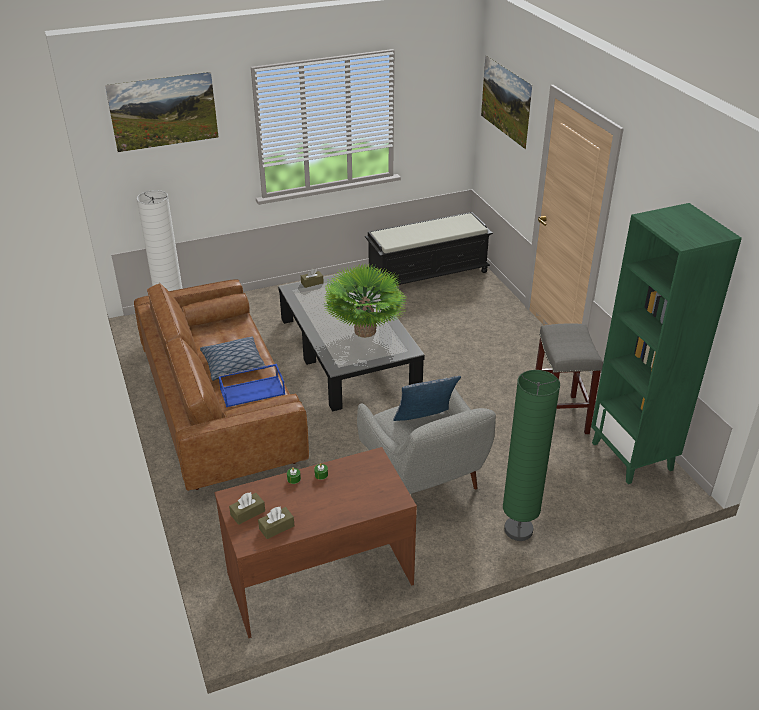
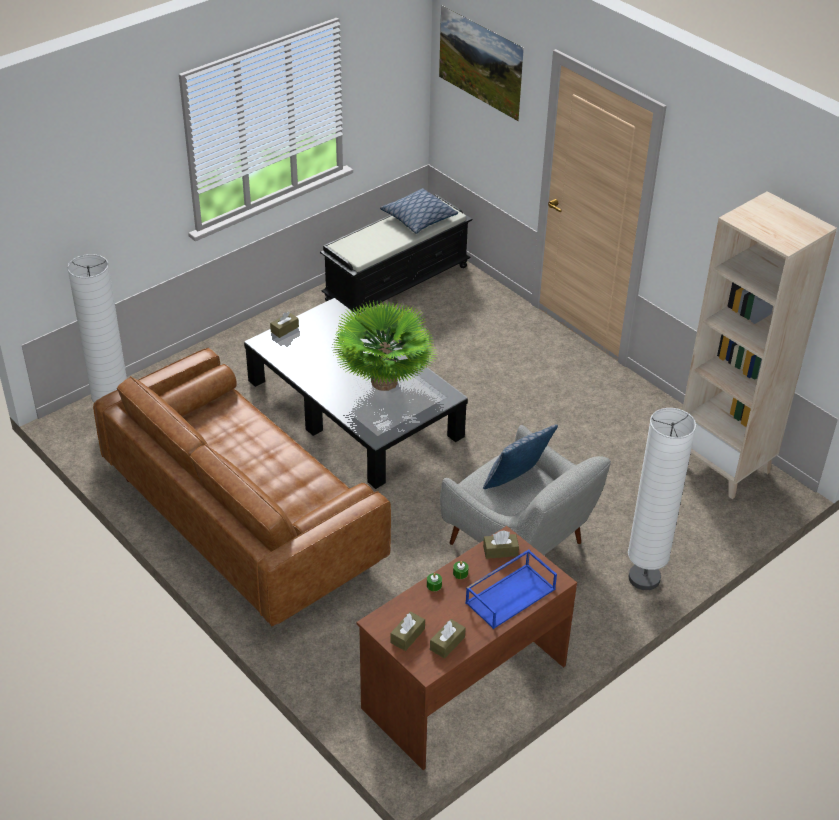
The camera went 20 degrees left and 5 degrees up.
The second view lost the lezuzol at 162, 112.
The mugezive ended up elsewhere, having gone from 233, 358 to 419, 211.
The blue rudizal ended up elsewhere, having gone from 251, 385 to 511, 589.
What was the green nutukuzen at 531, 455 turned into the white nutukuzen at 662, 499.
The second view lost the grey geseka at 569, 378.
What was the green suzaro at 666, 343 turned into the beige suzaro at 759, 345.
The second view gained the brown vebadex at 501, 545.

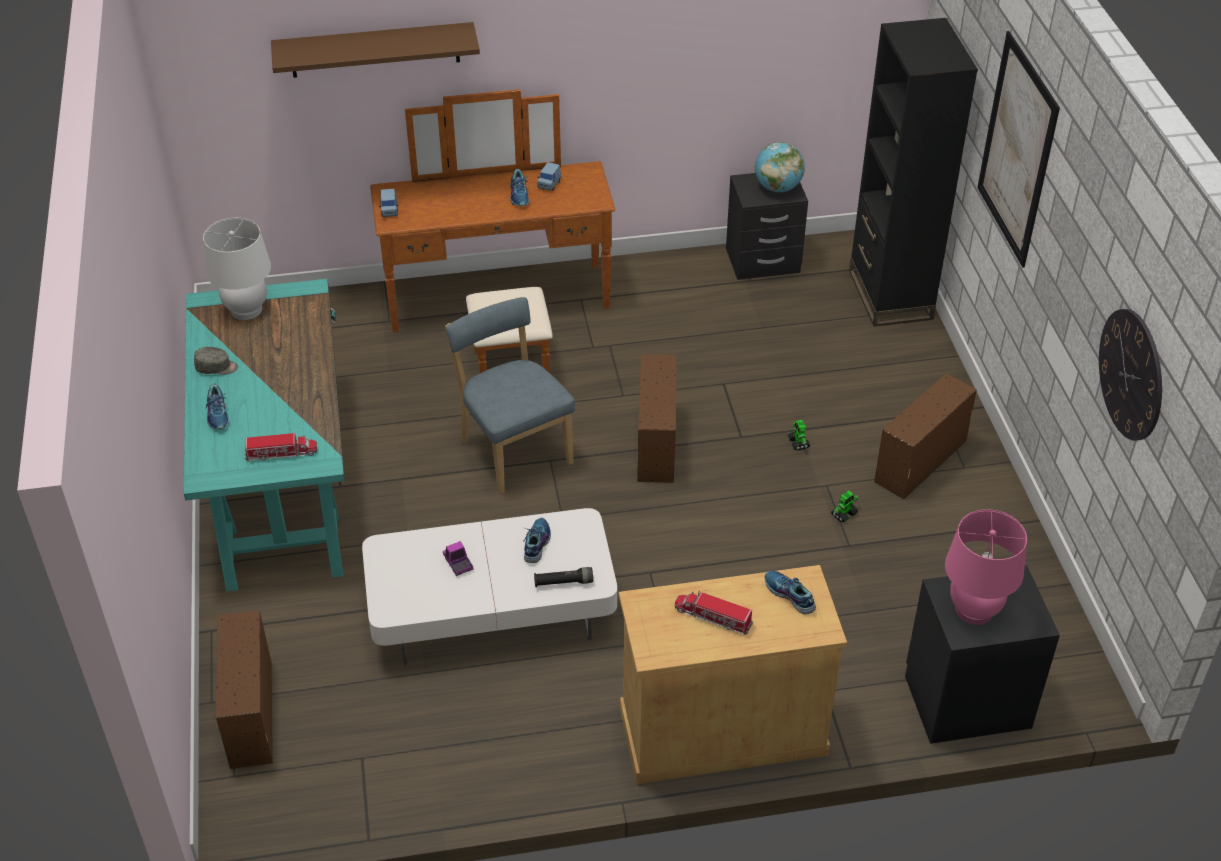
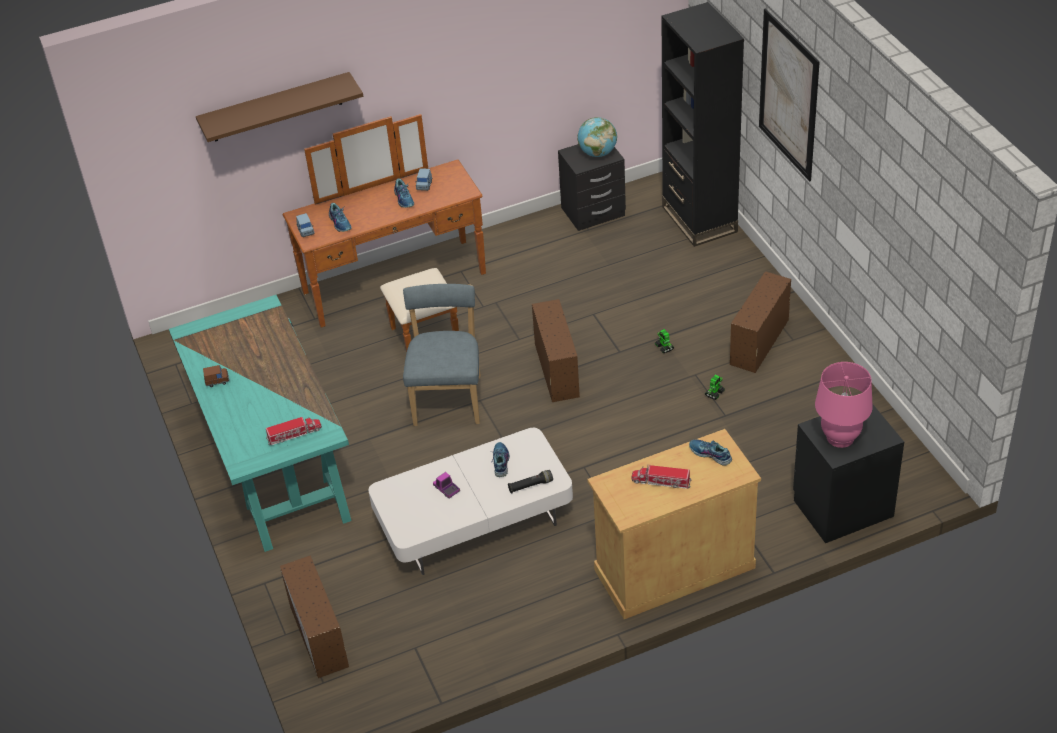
The camera went 10 degrees left and 0 degrees up.
Where the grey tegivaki stood at 216, 361, the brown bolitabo came to stand at 216, 376.
The second view lost the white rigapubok at 237, 269.
The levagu ended up elsewhere, having gone from 217, 406 to 340, 217.
The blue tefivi at 510, 395 ended up facing another way, 45 degrees clockwise from before.
The second view lost the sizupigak at 1130, 375.

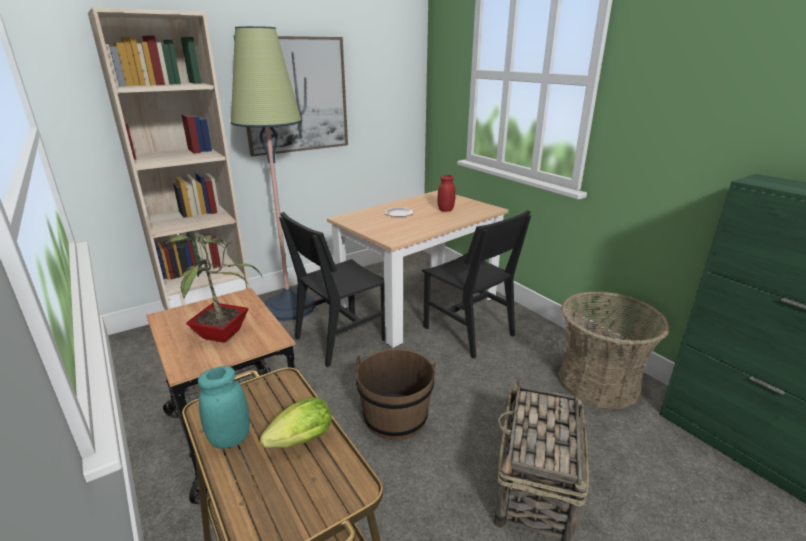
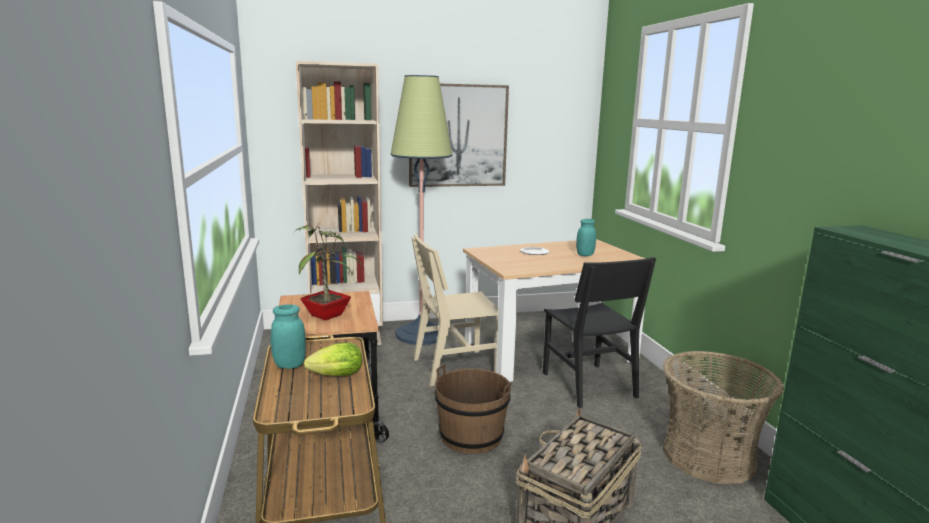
The camera went 20 degrees right and 10 degrees down.
What was the black tefivi at 332, 289 turned into the beige tefivi at 455, 310.
What was the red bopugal at 446, 193 turned into the turquoise bopugal at 586, 237.

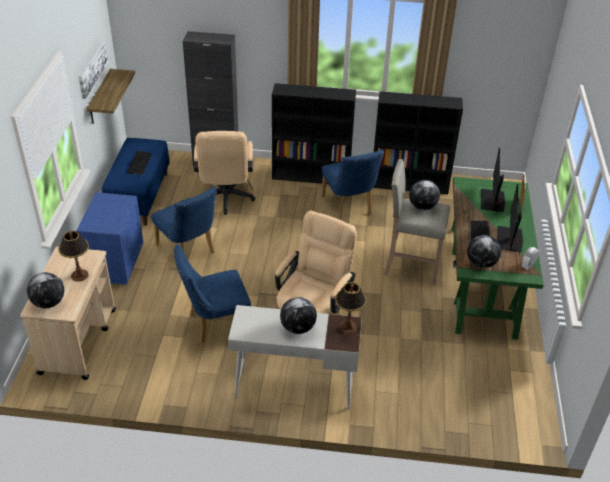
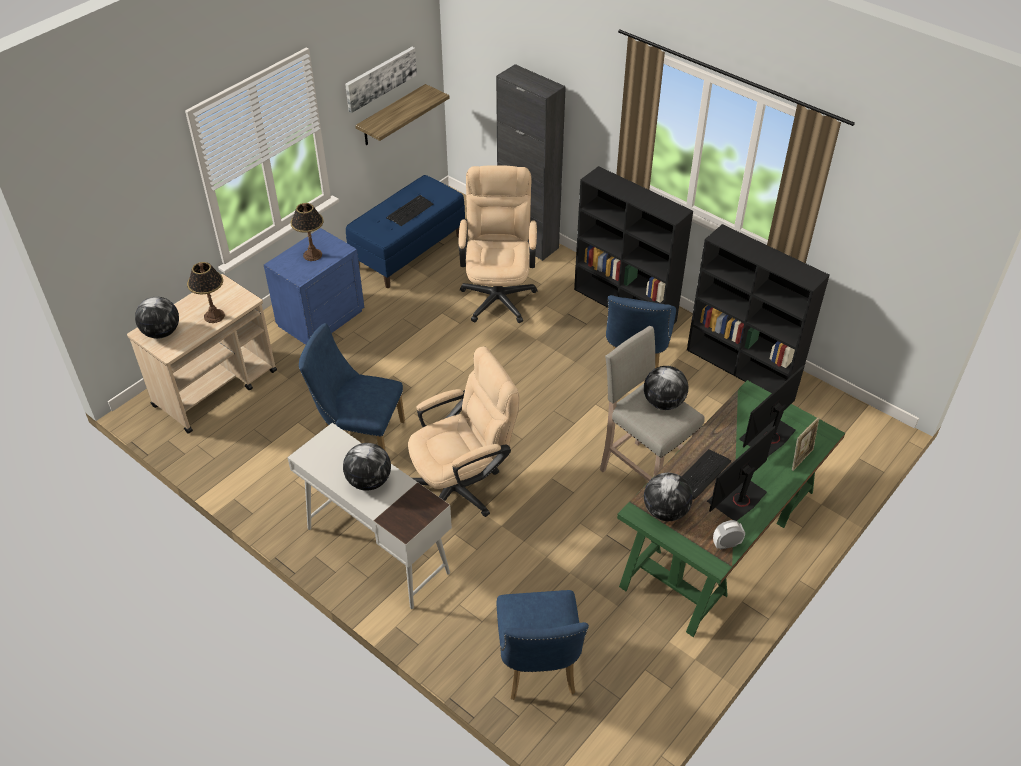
The camera went 35 degrees right and 5 degrees up.
The blue tefivi ended up elsewhere, having gone from 184, 220 to 543, 645.
The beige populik at 224, 173 ended up facing another way, 150 degrees clockwise from before.
The rigapubok ended up elsewhere, having gone from 351, 308 to 307, 232.

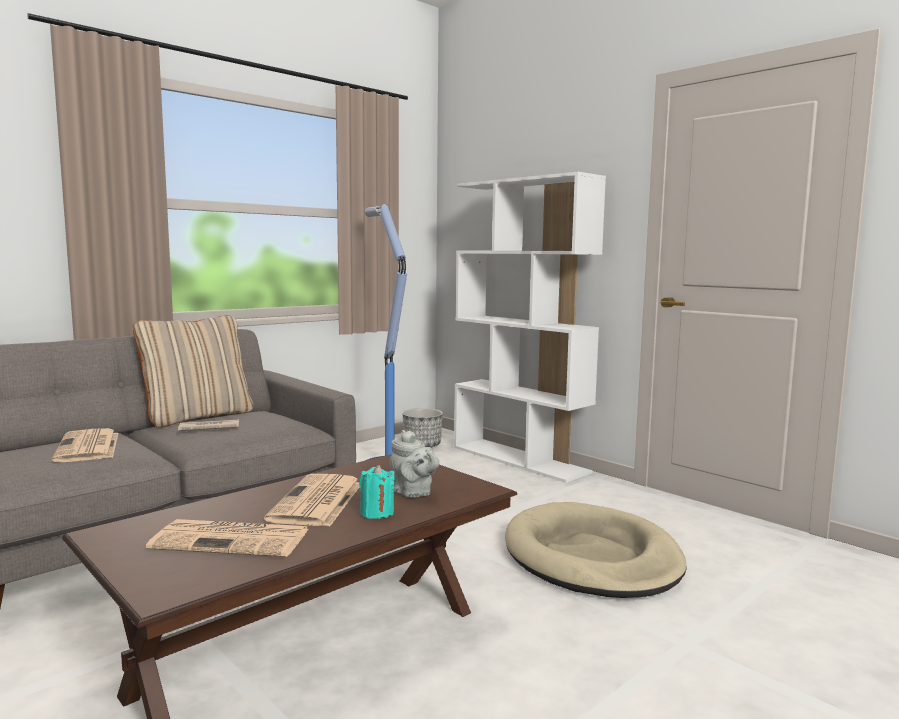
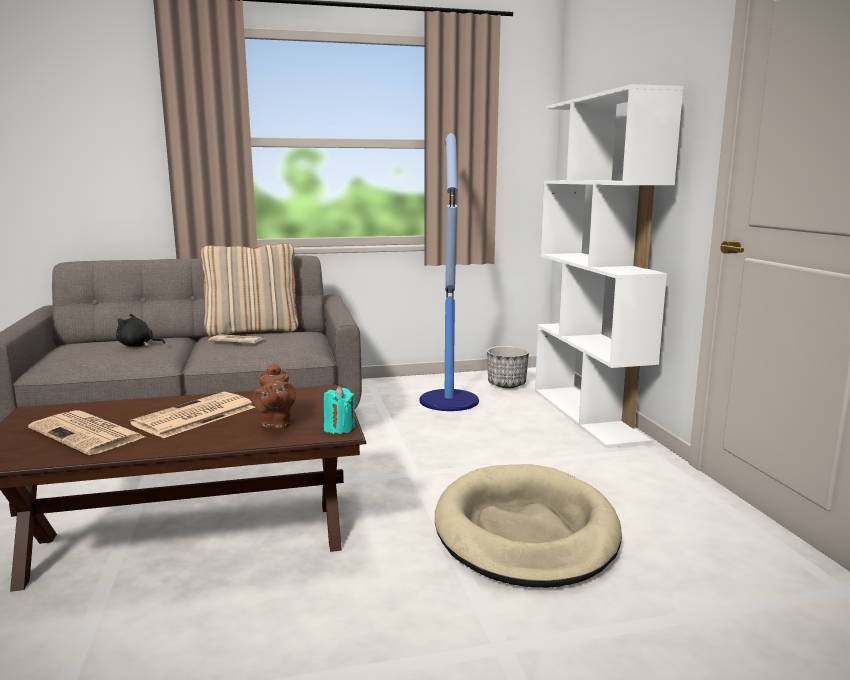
The camera went 30 degrees right and 5 degrees up.
Where the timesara stood at 85, 445, the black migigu came to stand at 140, 330.
The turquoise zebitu ended up elsewhere, having gone from 377, 492 to 340, 410.
What was the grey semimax at 414, 463 turned into the brown semimax at 274, 395.

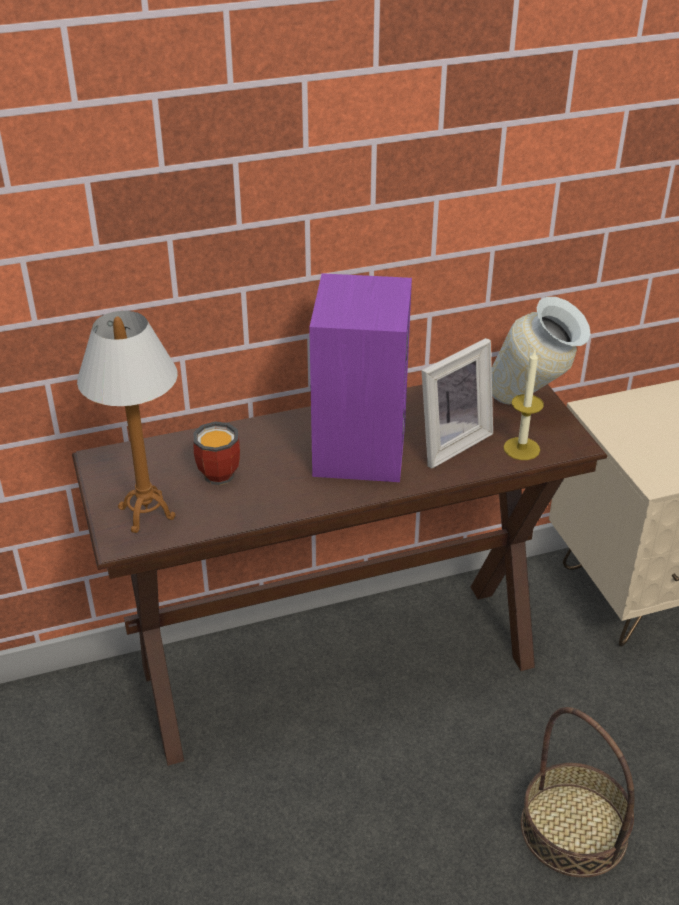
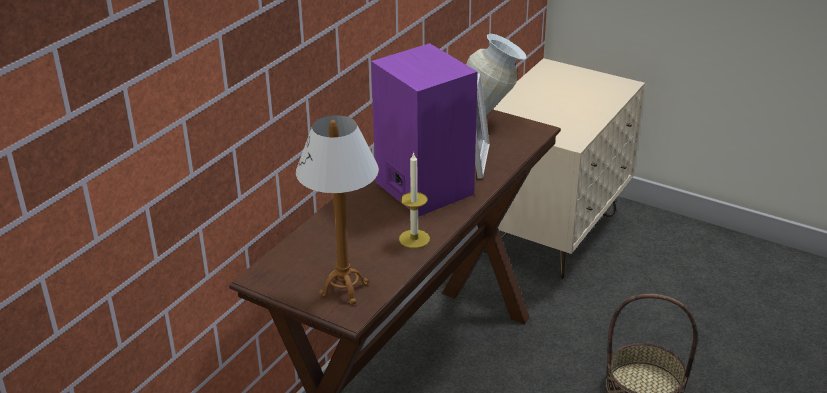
The camera went 40 degrees left and 5 degrees down.
The second view lost the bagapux at 216, 453.
The zebitu ended up elsewhere, having gone from 523, 405 to 414, 200.

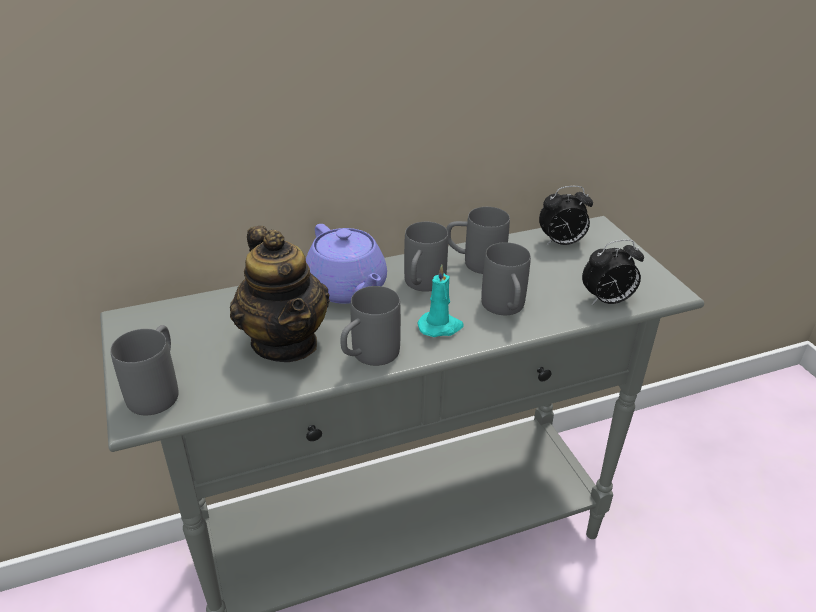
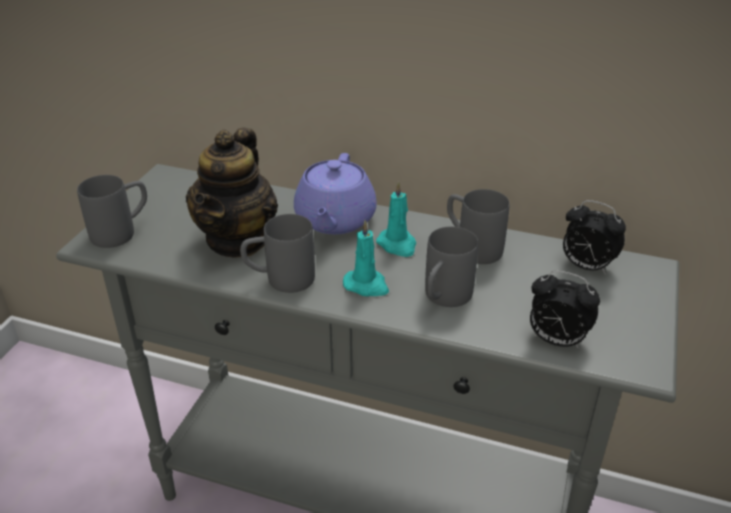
The camera went 40 degrees right and 0 degrees up.
Where the grey bagapux stood at 426, 257, the turquoise zebitu came to stand at 396, 219.

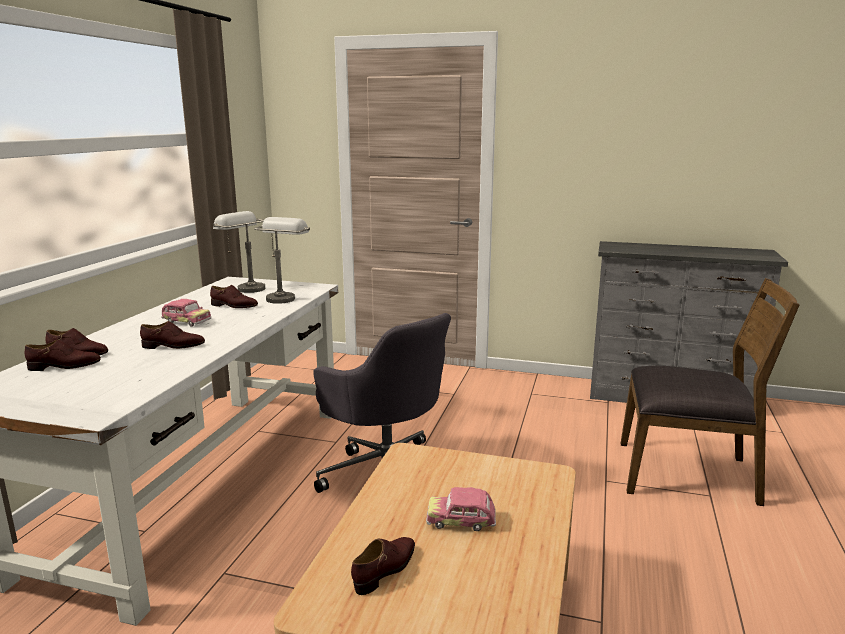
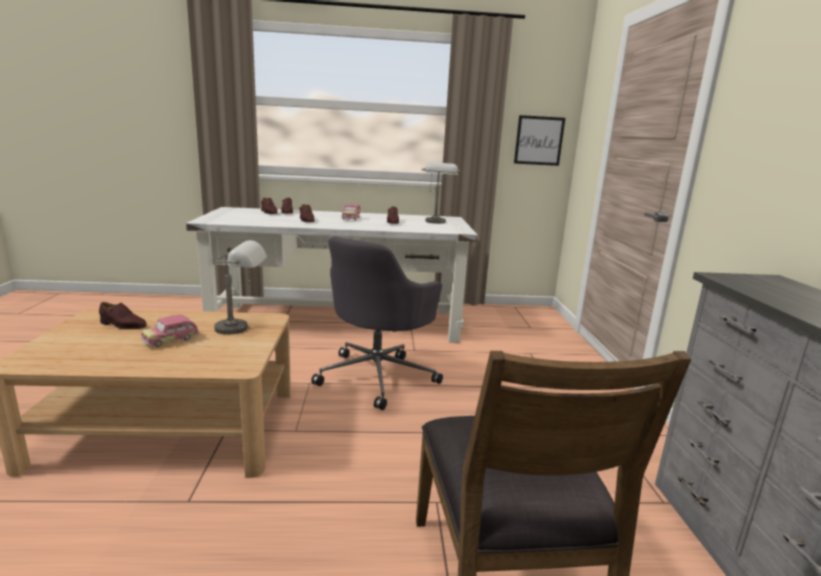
The camera went 70 degrees right and 0 degrees up.
The grey rigapubok ended up elsewhere, having gone from 282, 260 to 240, 287.
The bolitabo at 461, 509 ended up facing another way, 120 degrees counterclockwise from before.
The second view gained the lezuzol at 539, 140.

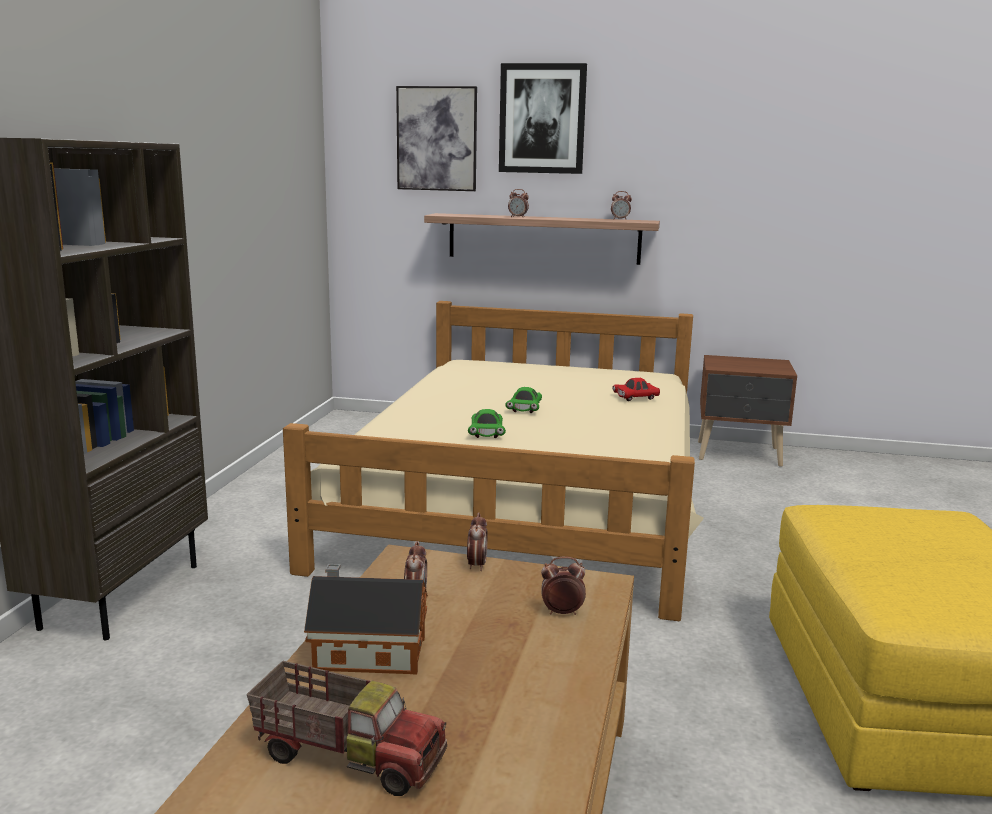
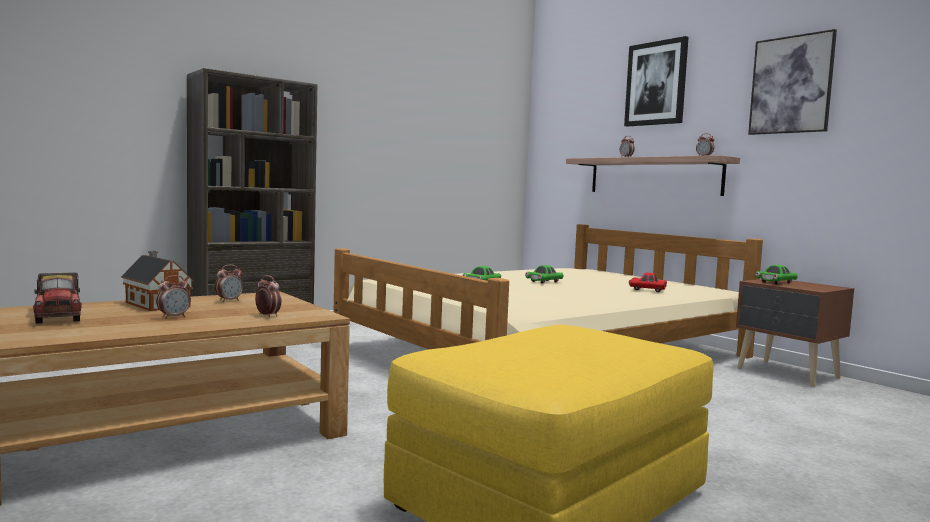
The camera went 40 degrees right and 10 degrees down.
The lezuzol ended up elsewhere, having gone from 436, 138 to 792, 82.
The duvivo ended up elsewhere, having gone from 477, 541 to 173, 297.
The second view gained the green bolitabo at 776, 274.

